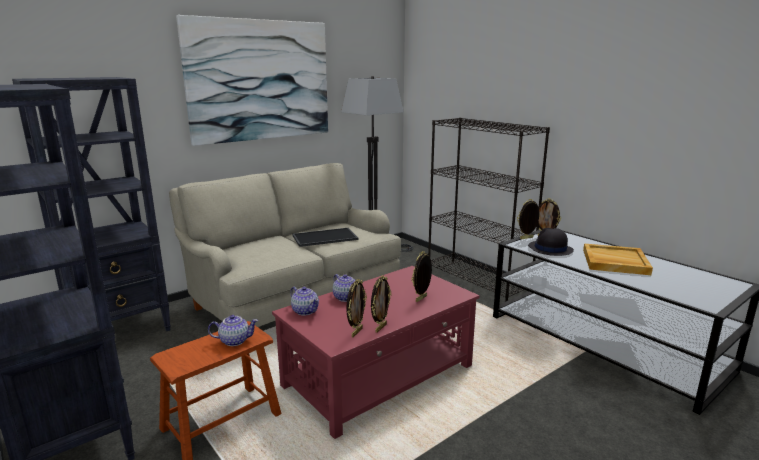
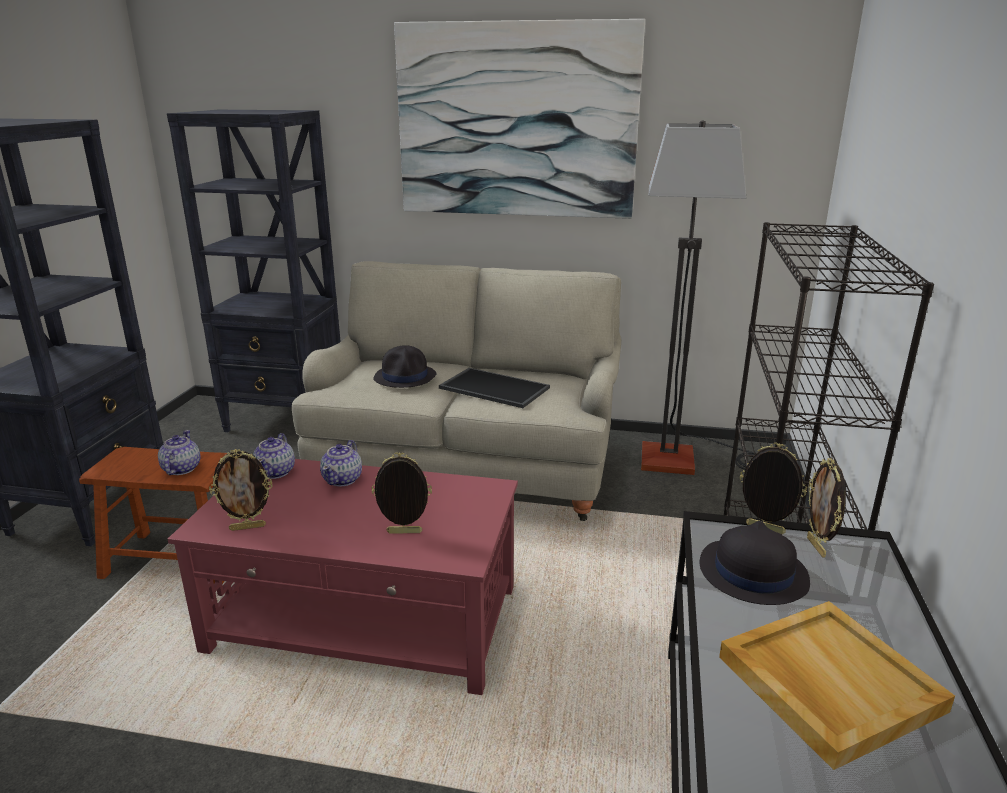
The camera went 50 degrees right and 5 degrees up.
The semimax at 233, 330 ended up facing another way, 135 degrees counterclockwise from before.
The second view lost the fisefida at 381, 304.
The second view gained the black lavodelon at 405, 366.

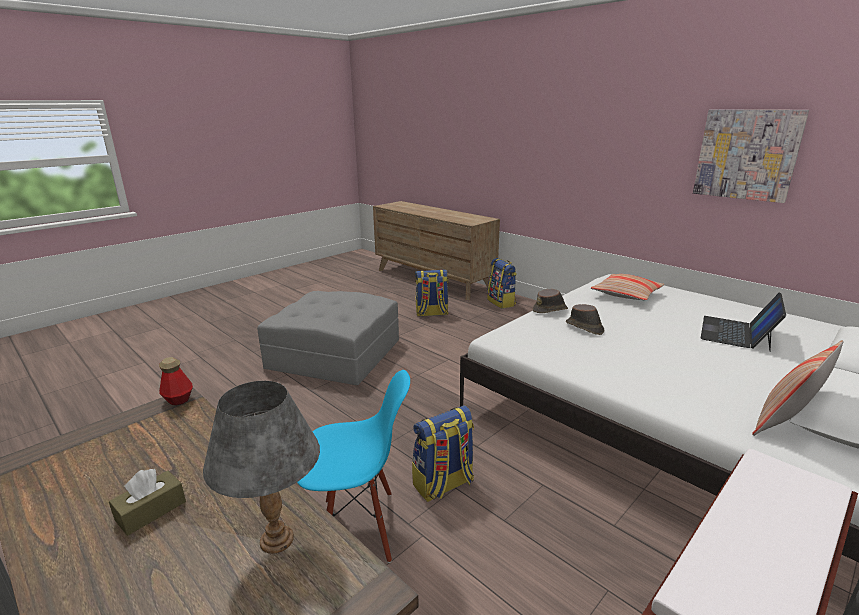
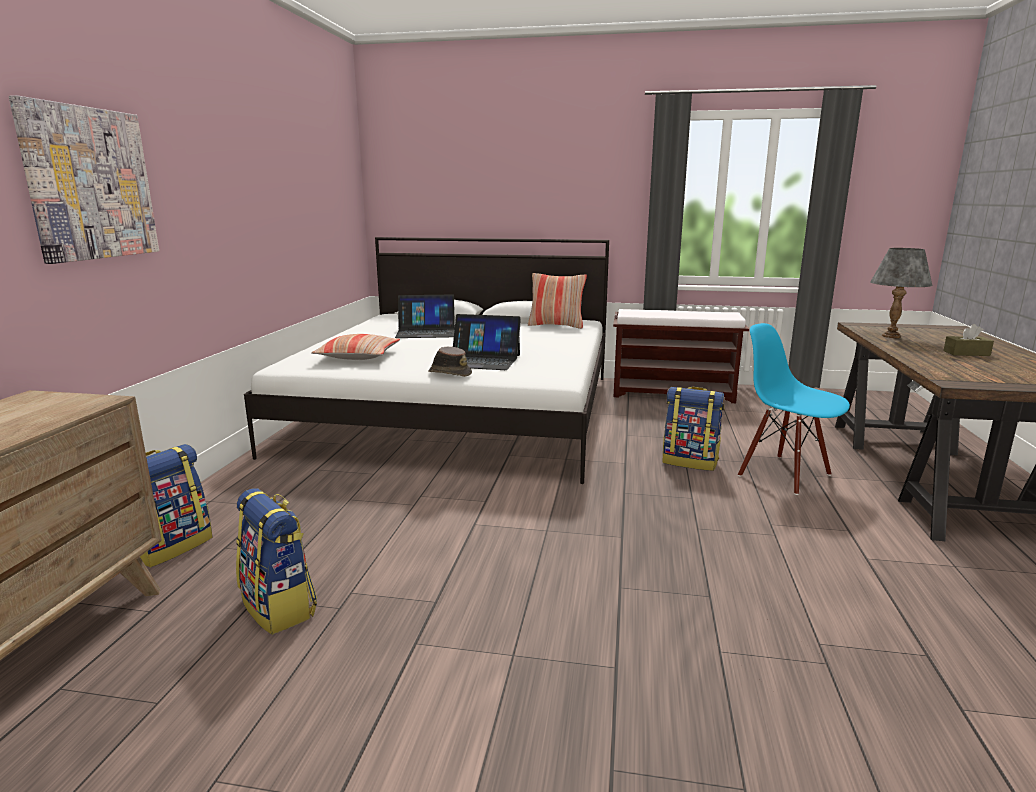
The camera went 125 degrees left and 5 degrees down.
The second view lost the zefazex at 176, 381.
The second view lost the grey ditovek at 328, 338.
Where the brown lavodelon stood at 585, 319, the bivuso came to stand at 487, 342.
The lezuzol ended up elsewhere, having gone from 751, 156 to 84, 179.

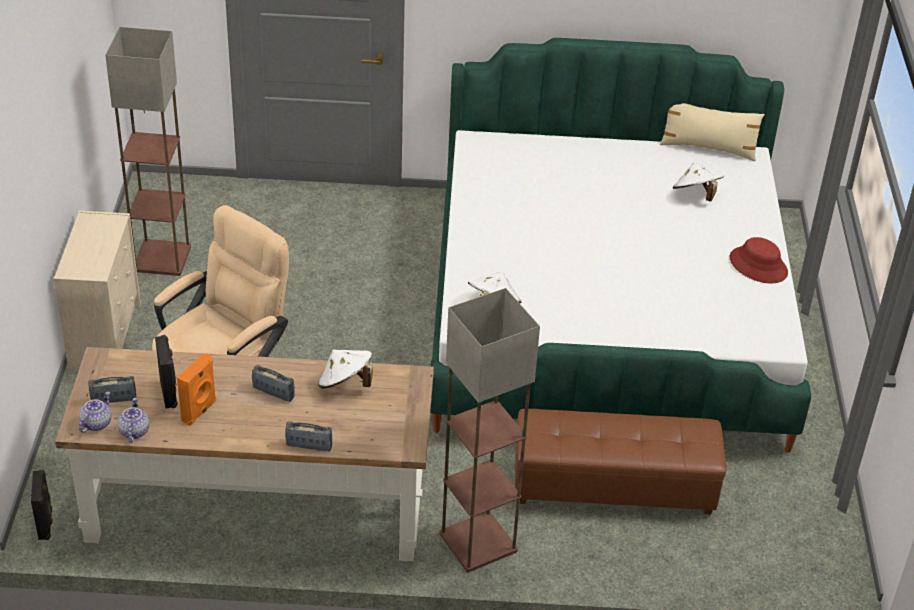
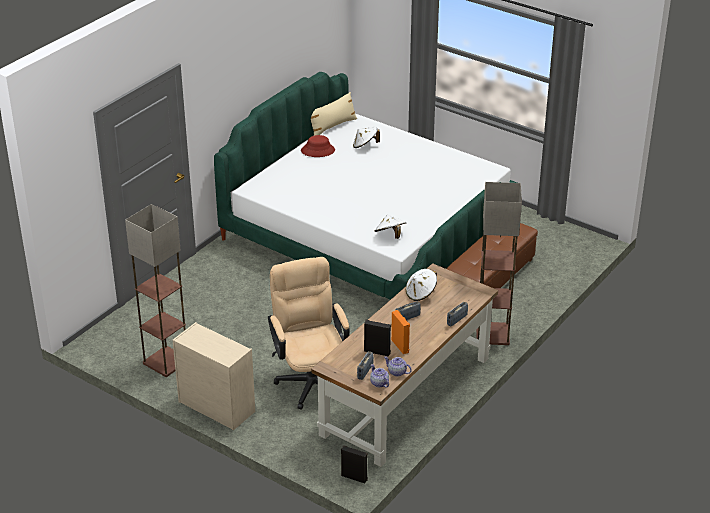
The camera went 55 degrees left and 5 degrees down.
The red lavodelon ended up elsewhere, having gone from 759, 260 to 318, 146.

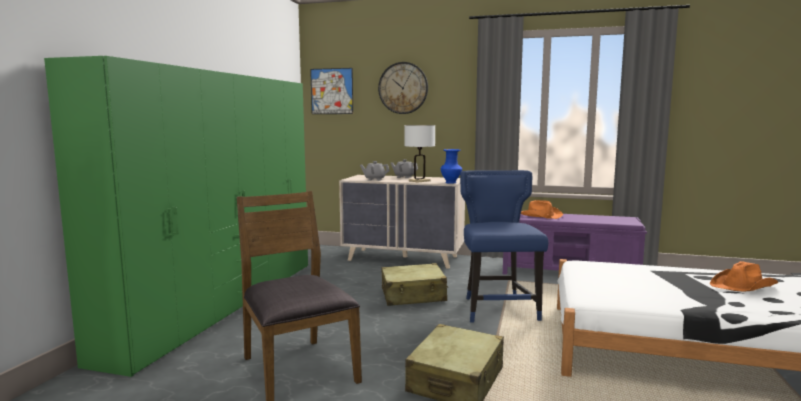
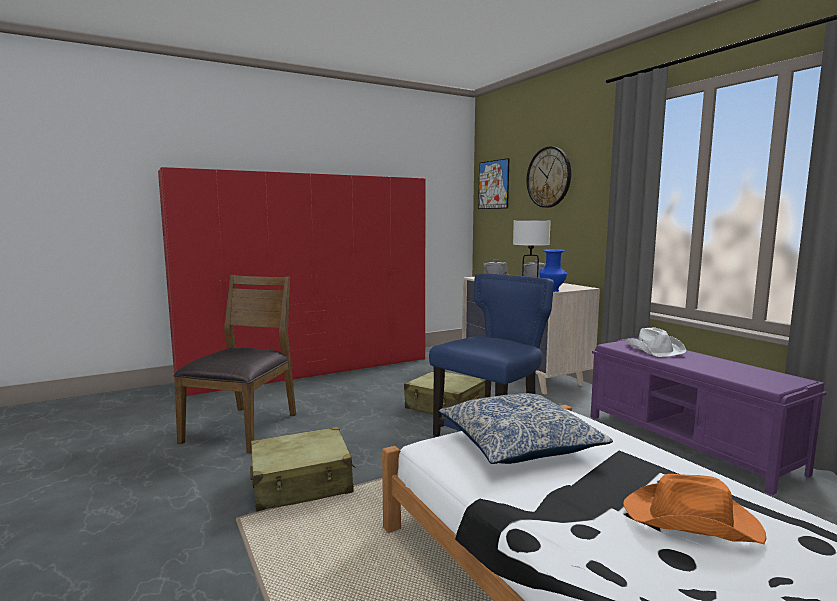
The camera went 45 degrees right and 0 degrees up.
What was the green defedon at 176, 216 turned into the red defedon at 292, 281.
What was the orange lavodelon at 542, 209 turned into the white lavodelon at 656, 342.
The second view gained the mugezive at 526, 428.

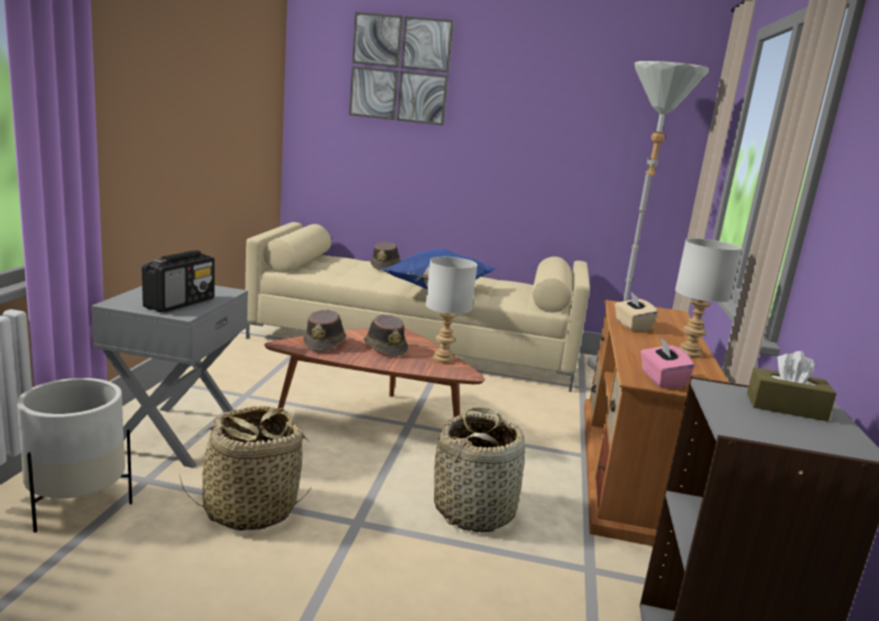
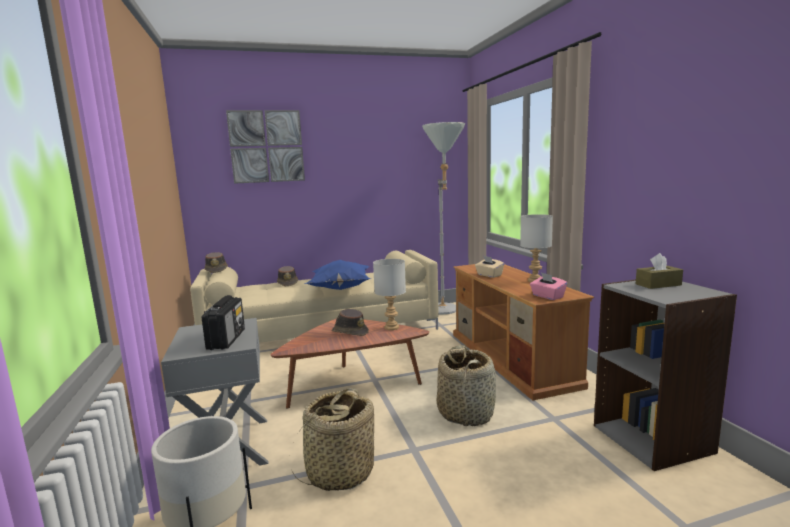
The camera went 25 degrees left and 5 degrees down.
The brown lavodelon ended up elsewhere, having gone from 324, 330 to 216, 262.

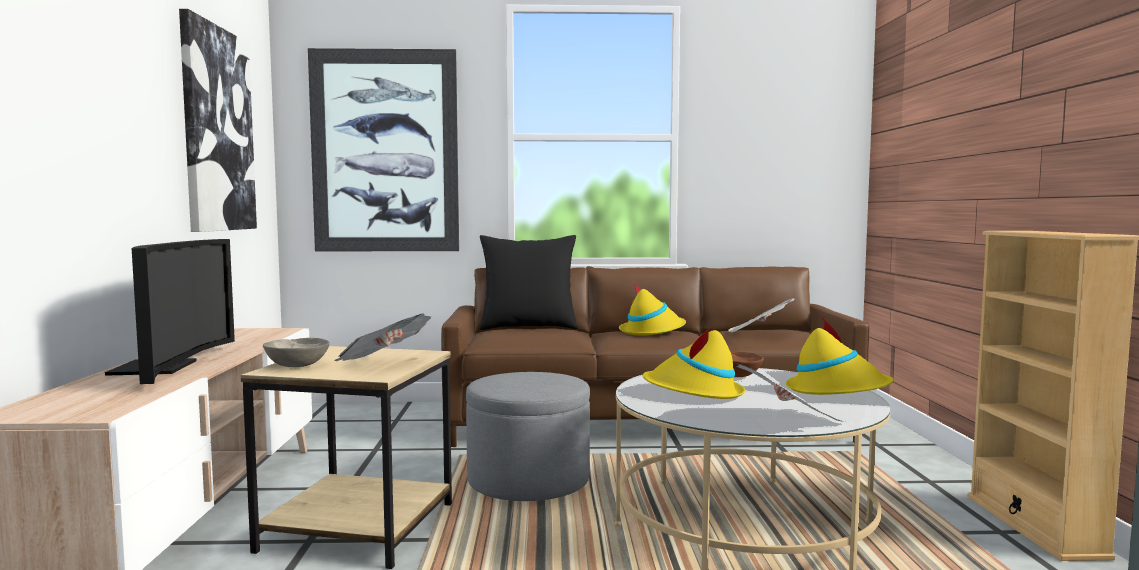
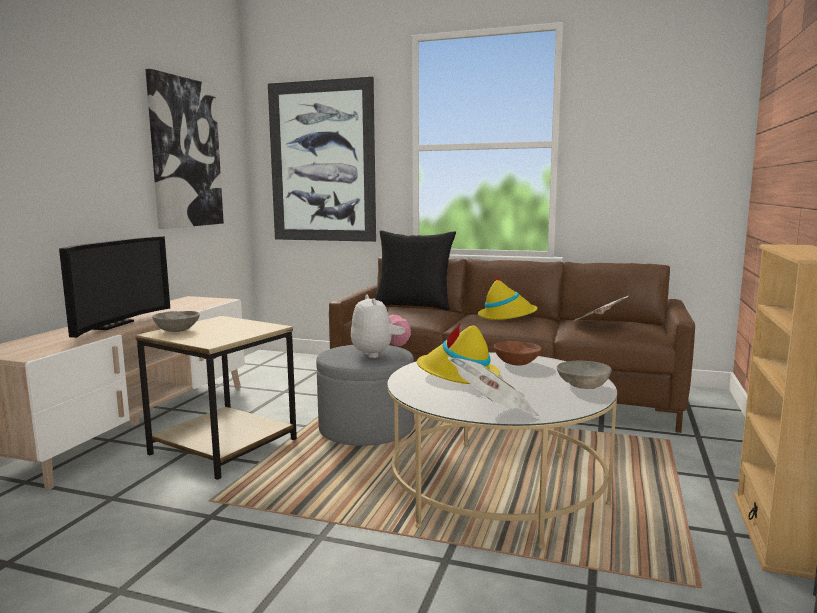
The camera went 20 degrees right and 5 degrees up.
The second view lost the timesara at 382, 337.
Where the yellow lavodelon stood at 840, 356, the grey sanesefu came to stand at 584, 375.
The second view gained the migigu at 381, 326.

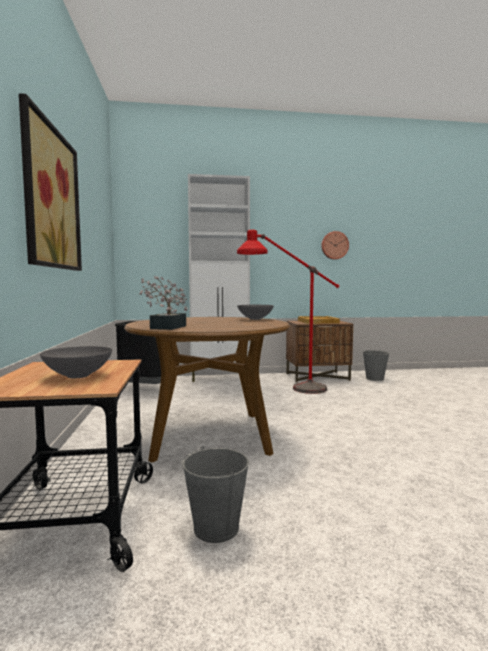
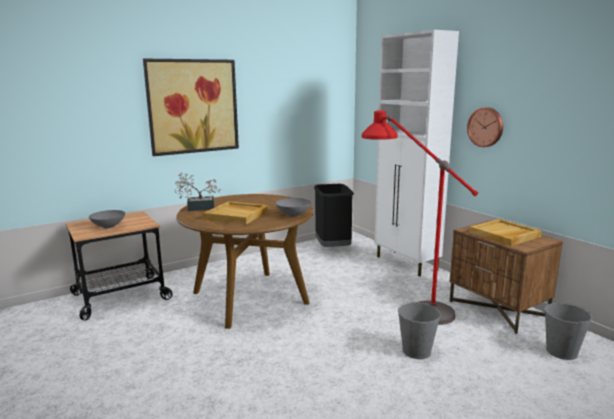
The camera went 65 degrees right and 10 degrees up.
The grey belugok ended up elsewhere, having gone from 215, 494 to 419, 330.
The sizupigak ended up elsewhere, having gone from 335, 245 to 485, 127.
The second view gained the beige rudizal at 235, 212.

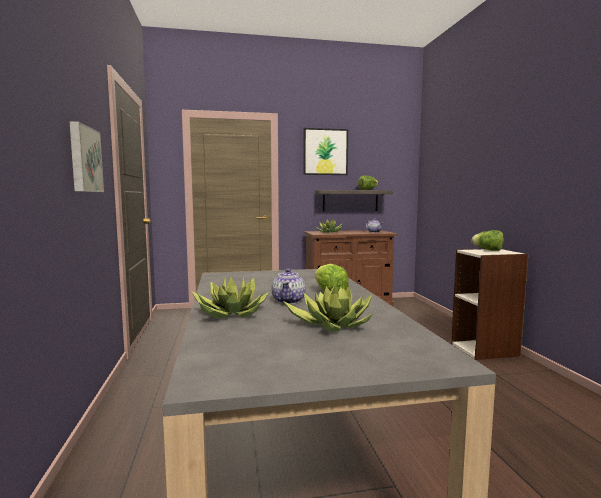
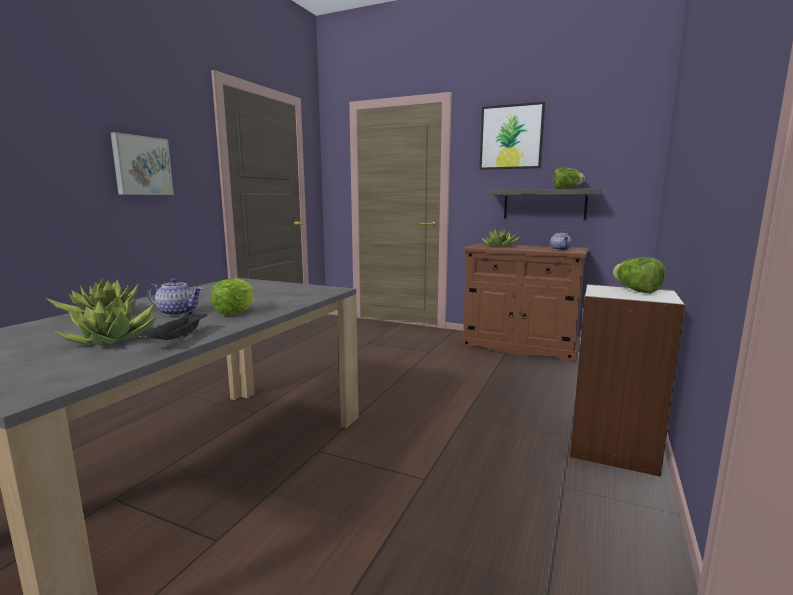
The camera went 35 degrees right and 5 degrees up.
The semimax at 288, 286 ended up facing another way, 120 degrees counterclockwise from before.
The second view gained the black rudizal at 171, 325.

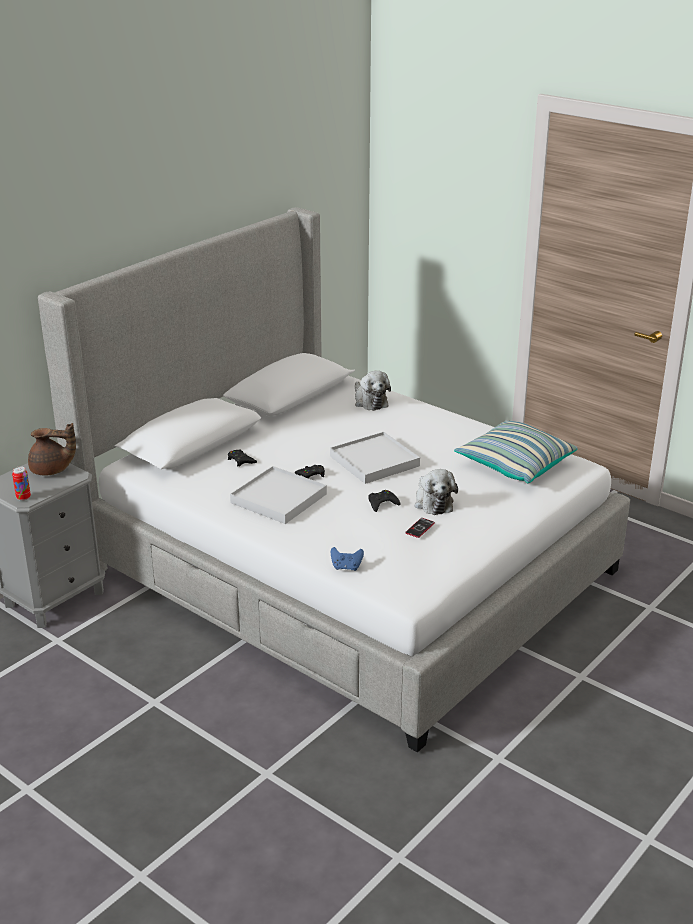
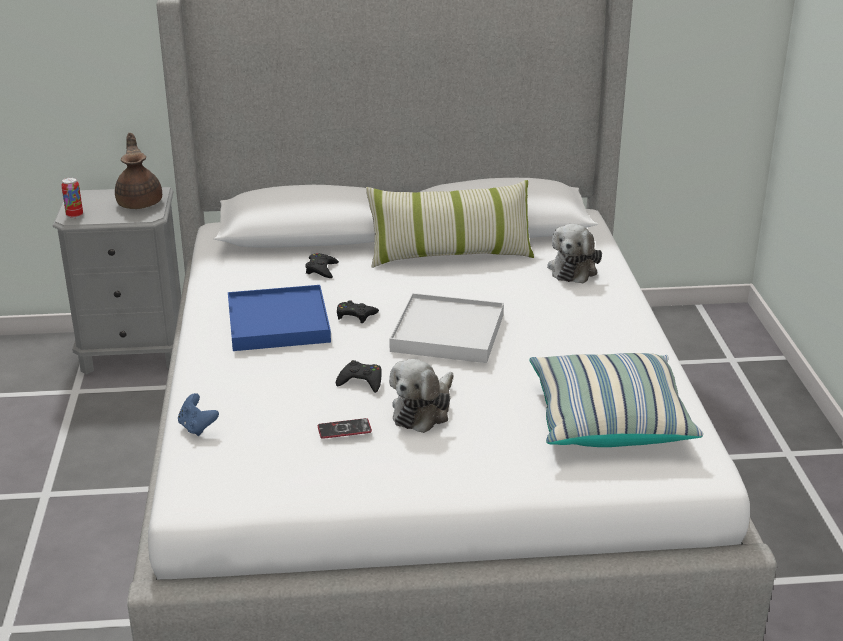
The camera went 45 degrees right and 0 degrees up.
The brown semimax at 52, 449 ended up facing another way, 150 degrees counterclockwise from before.
What was the white rudizal at 278, 495 turned into the blue rudizal at 279, 318.
The second view gained the mugezive at 450, 224.

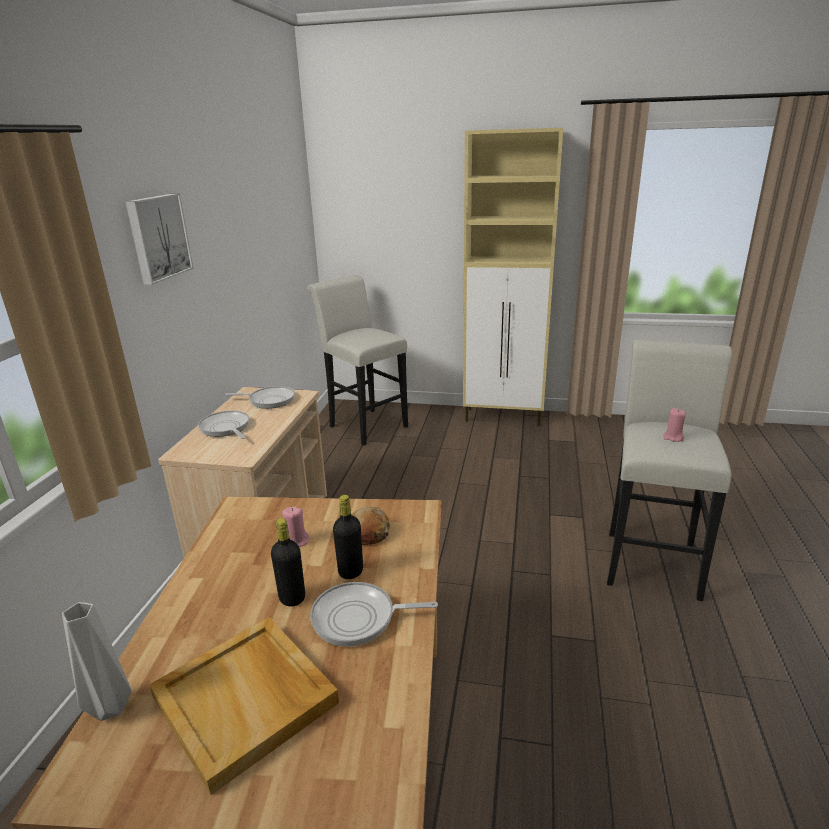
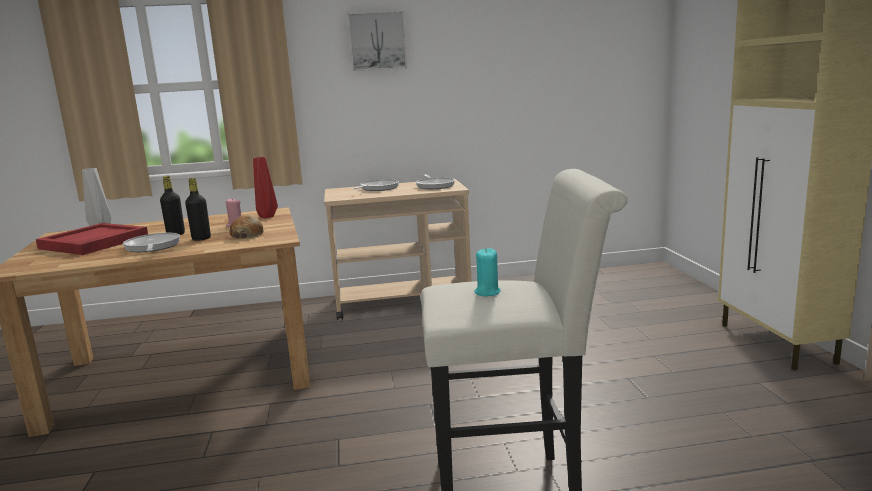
The camera went 70 degrees right and 10 degrees down.
What was the beige rudizal at 244, 706 turned into the red rudizal at 92, 239.
The second view lost the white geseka at 358, 360.
What was the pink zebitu at 674, 425 turned into the turquoise zebitu at 487, 272.
The second view gained the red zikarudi at 265, 187.

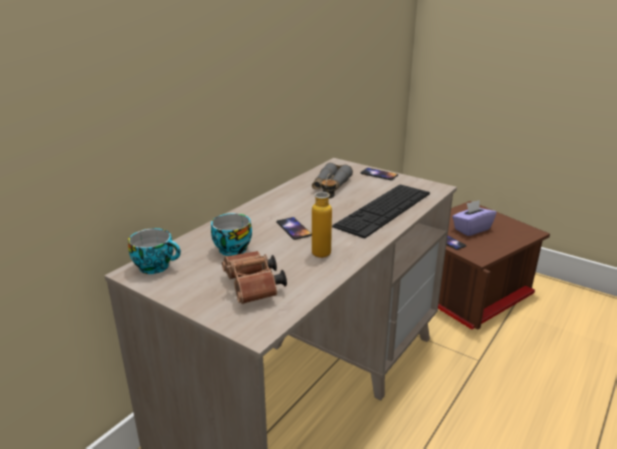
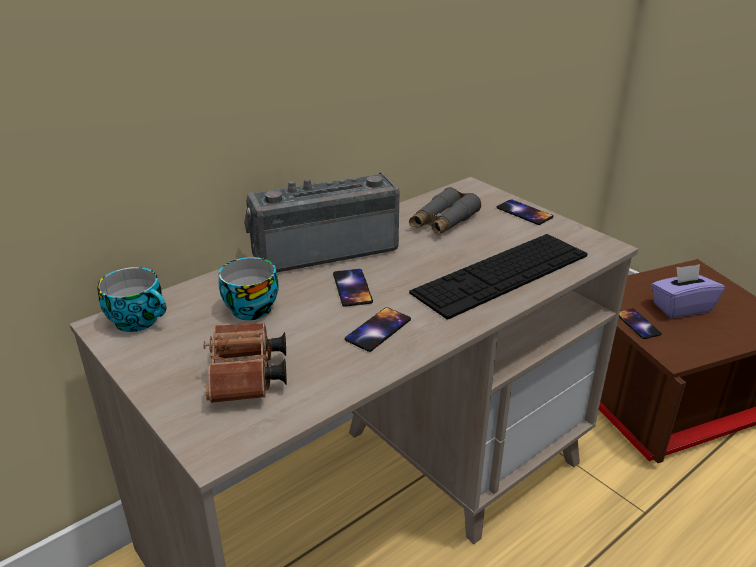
The camera went 15 degrees right and 5 degrees up.
Where the zefazex stood at 324, 215, the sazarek came to stand at 378, 329.
The second view gained the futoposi at 322, 222.

